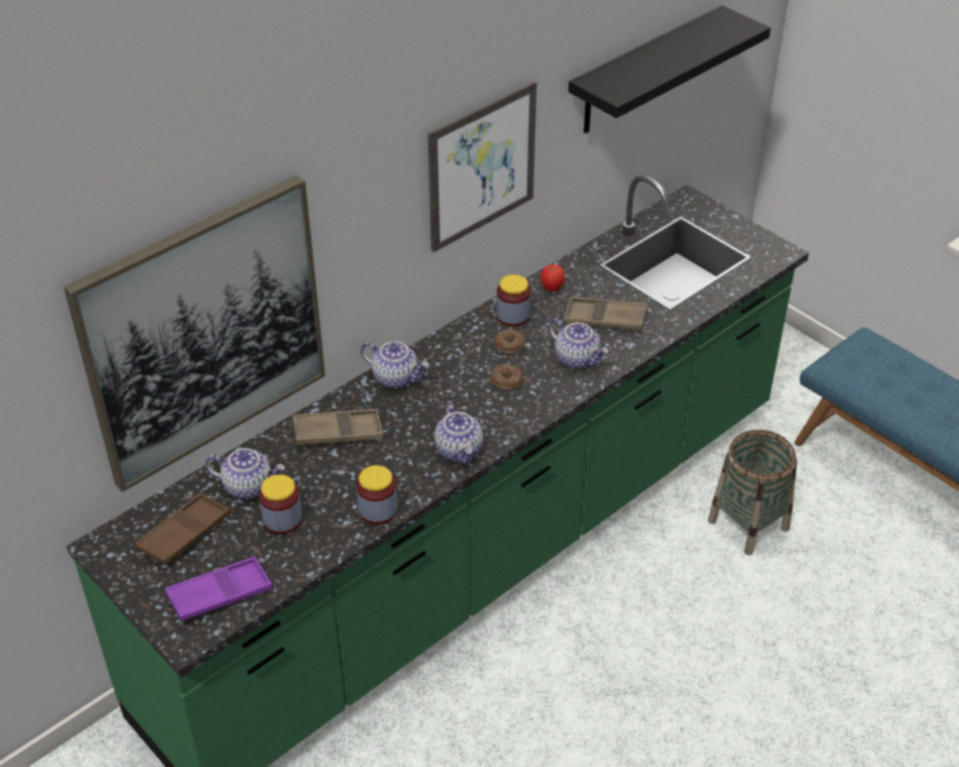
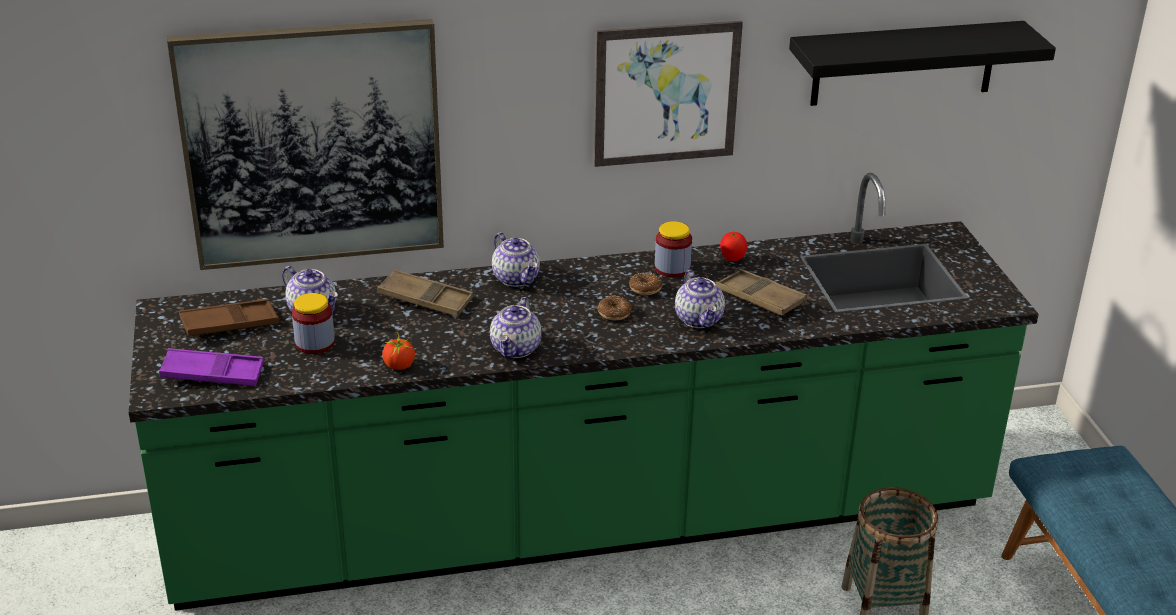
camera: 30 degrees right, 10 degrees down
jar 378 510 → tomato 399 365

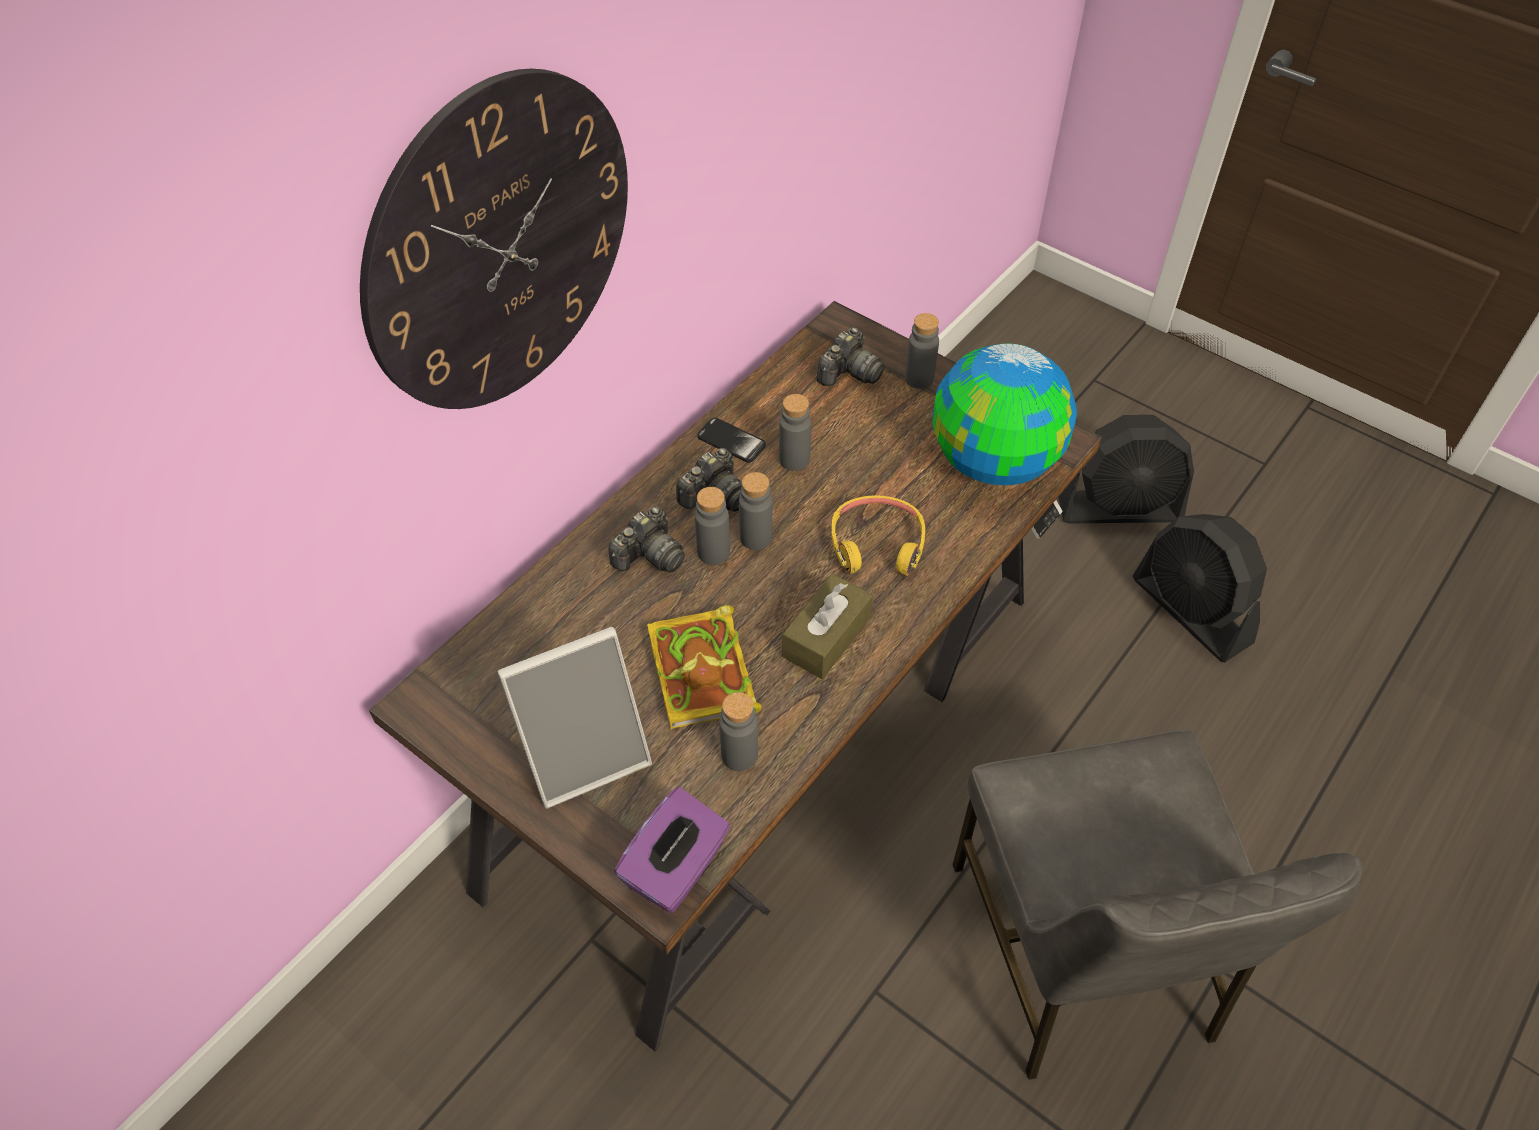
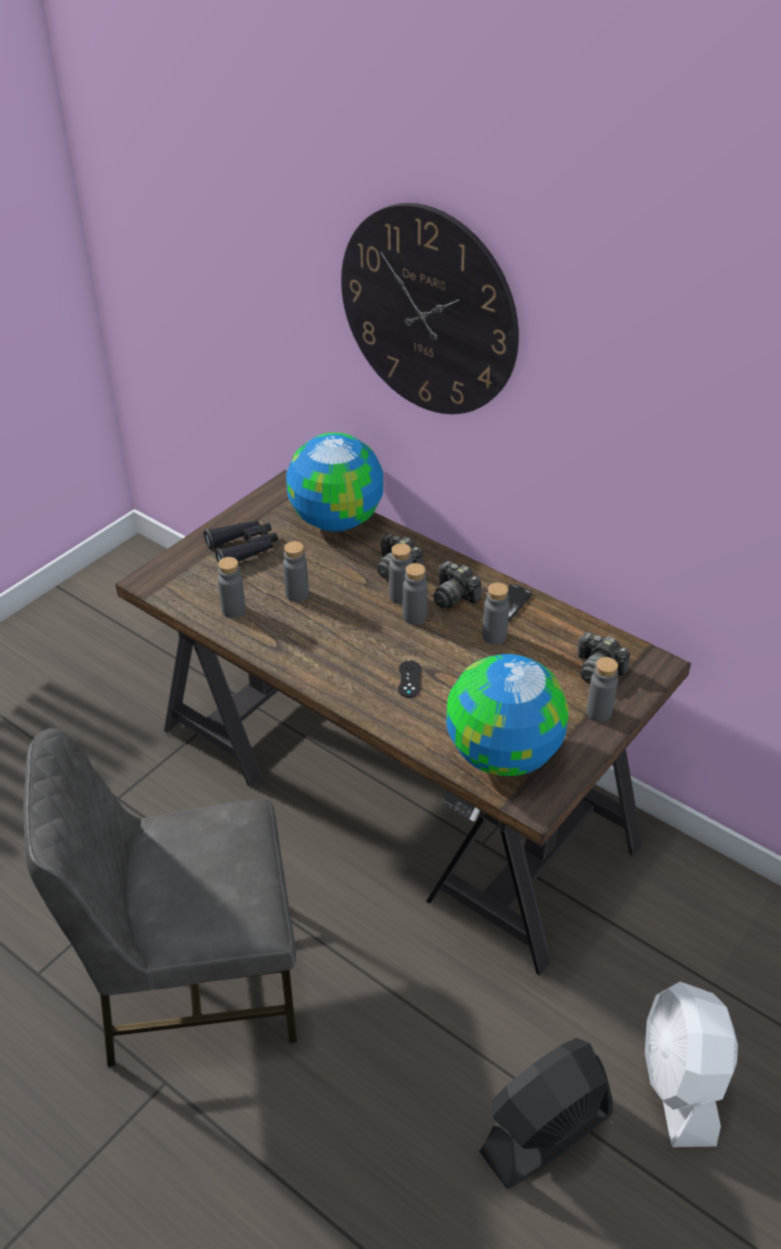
camera: 90 degrees right, 10 degrees down
picture frame 585 753 → black binoculars 243 548
book 704 674 → grey bottle 297 594
- → globe 335 520
yellow headphones 877 544 → black game controller 409 679
black fan 1120 508 → white fan 680 1083
purple tissue box 676 868 → -
brown tissue box 826 637 → -

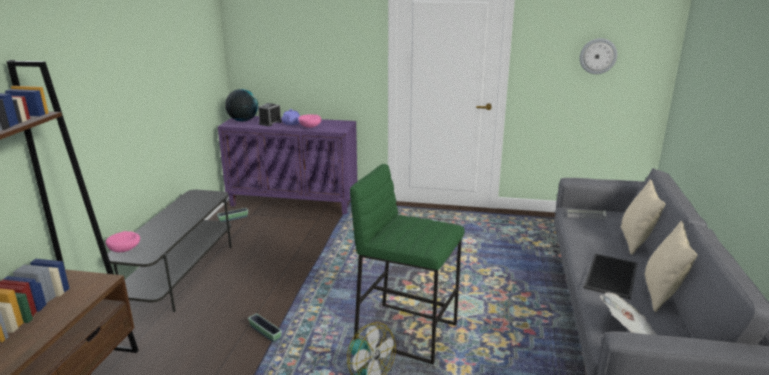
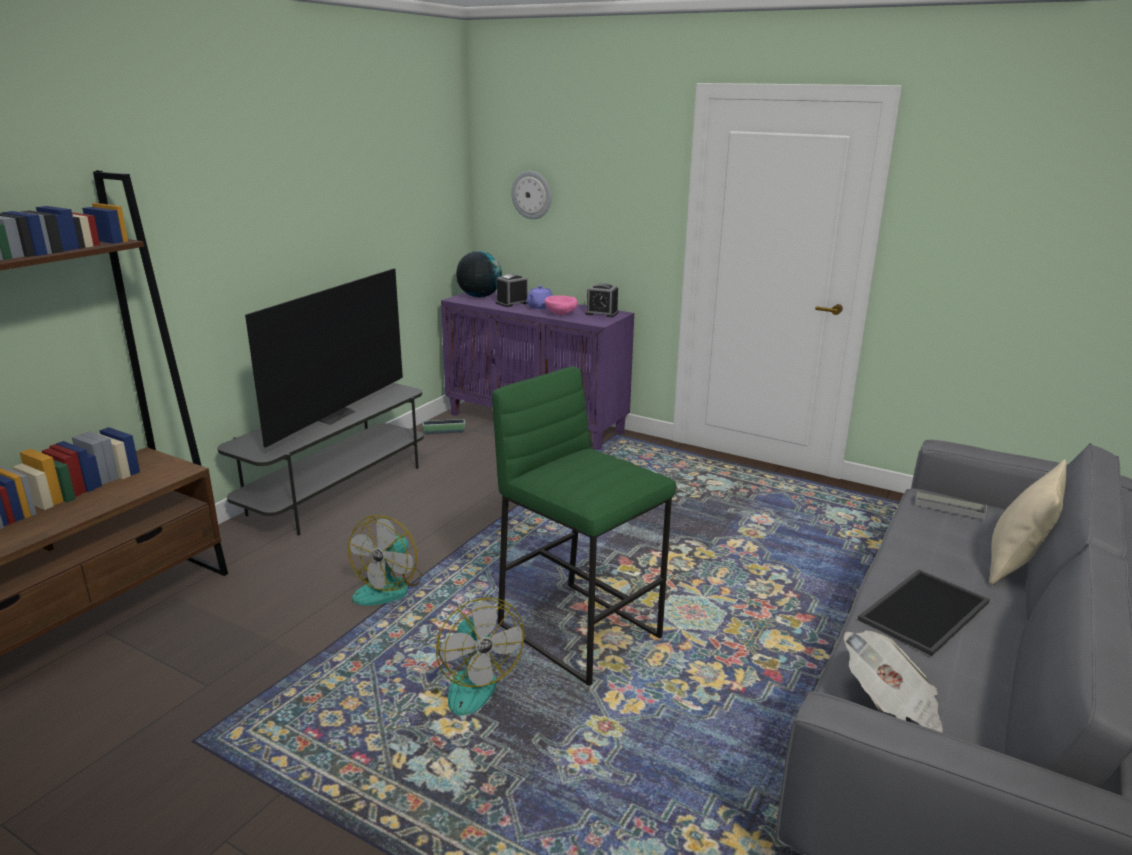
camera: 20 degrees right, 0 degrees up
- → television 332 415
planter 265 333 → fan 389 587
wall clock 598 56 → wall clock 532 195, shifted
- → alarm clock 601 313
pink bowl 125 250 → -
beige pillow 661 294 → -

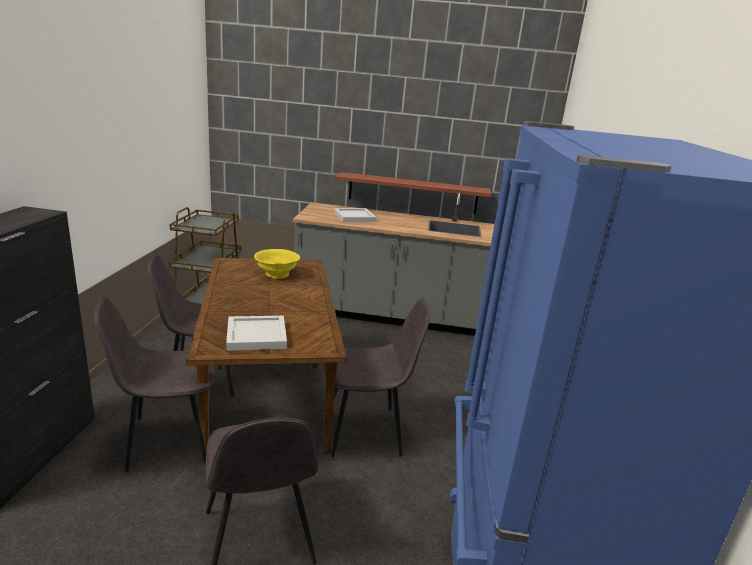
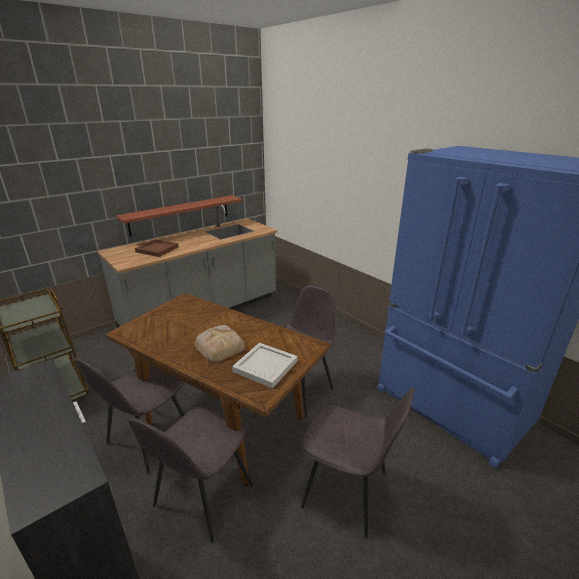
camera: 45 degrees left, 5 degrees up
white tray 355 217 → brown tray 158 249
- → bread 220 346
yellow bowl 276 275 → -

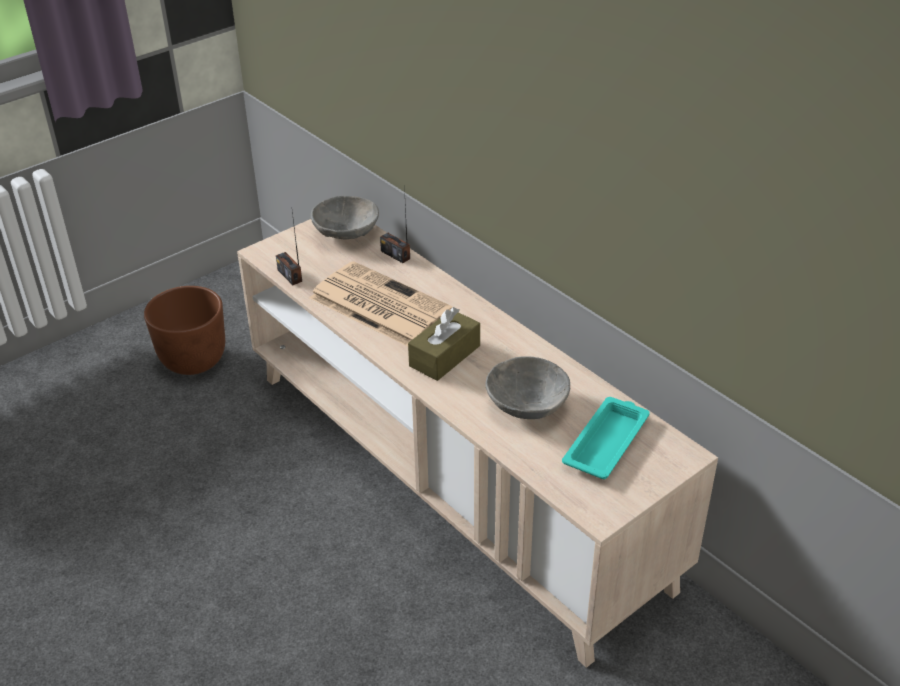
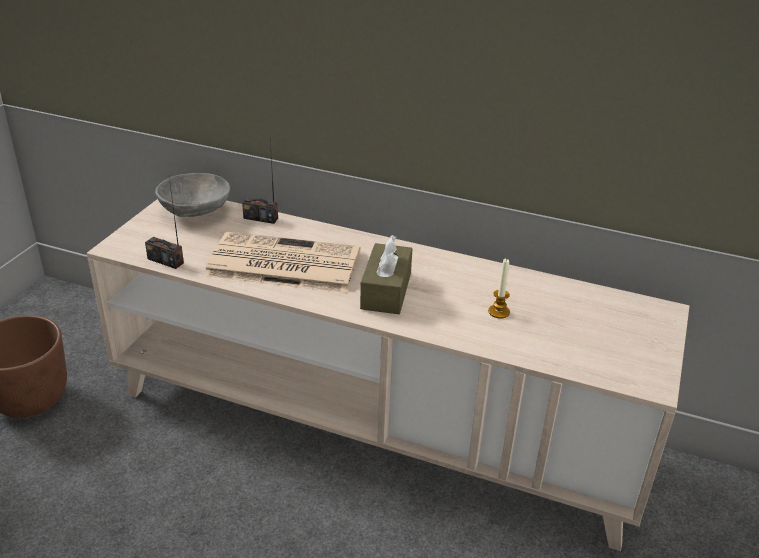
camera: 30 degrees left, 5 degrees down
grey bowl 525 406 → candle 499 312
turquoise tray 607 442 → -

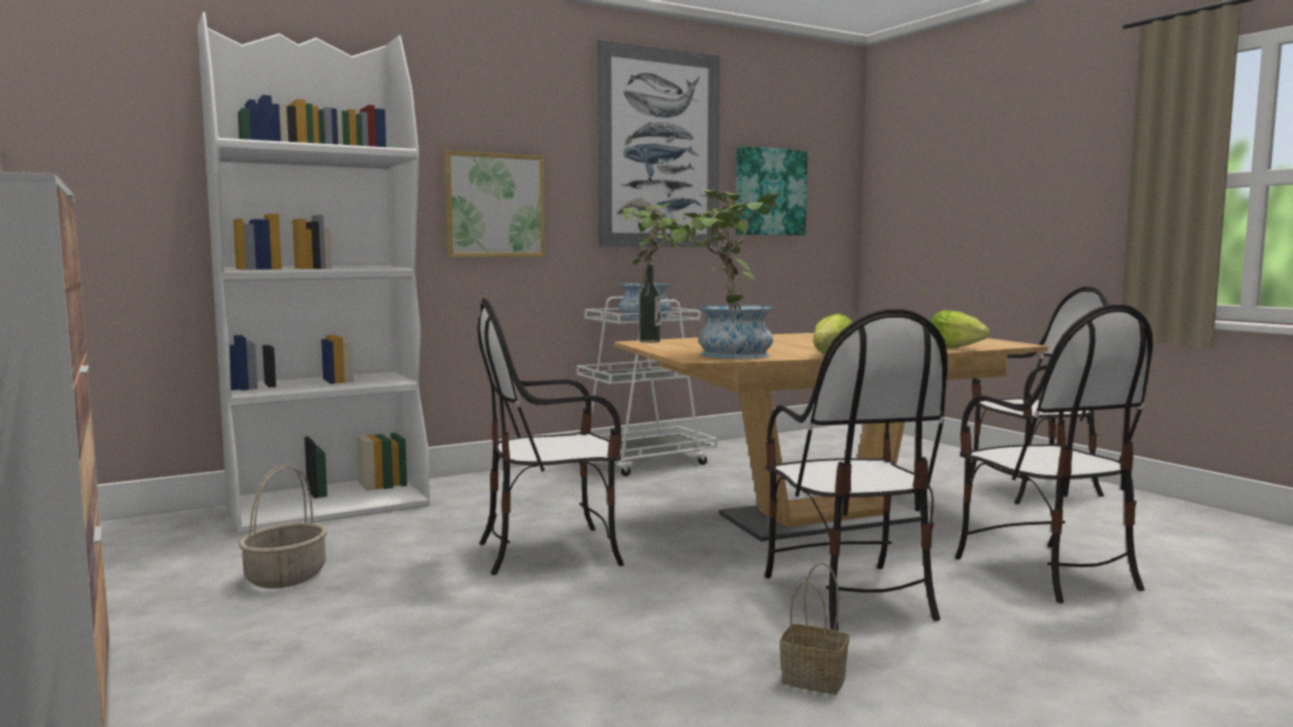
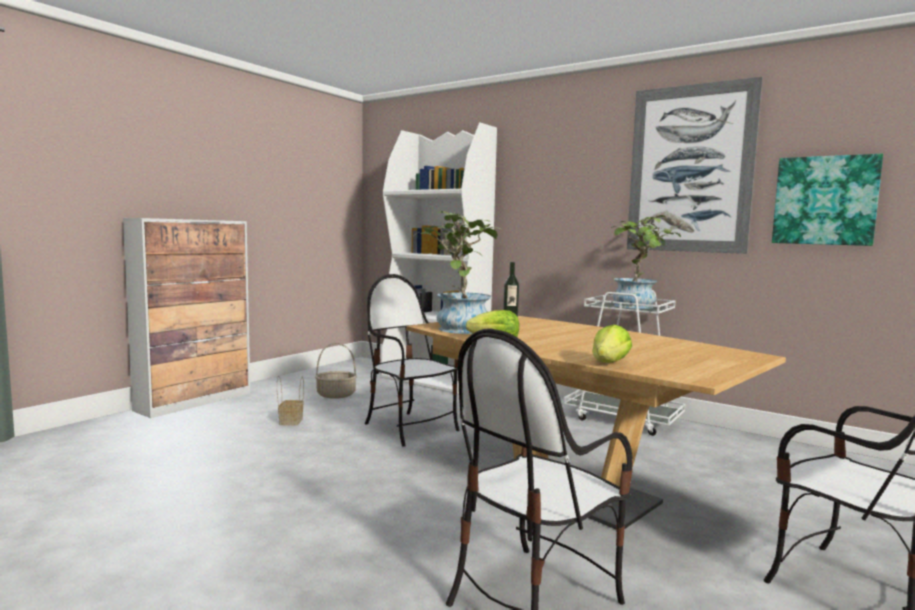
camera: 65 degrees right, 0 degrees up
basket 811 679 → basket 290 421, shifted
picture 495 205 → -
chair 850 595 → -

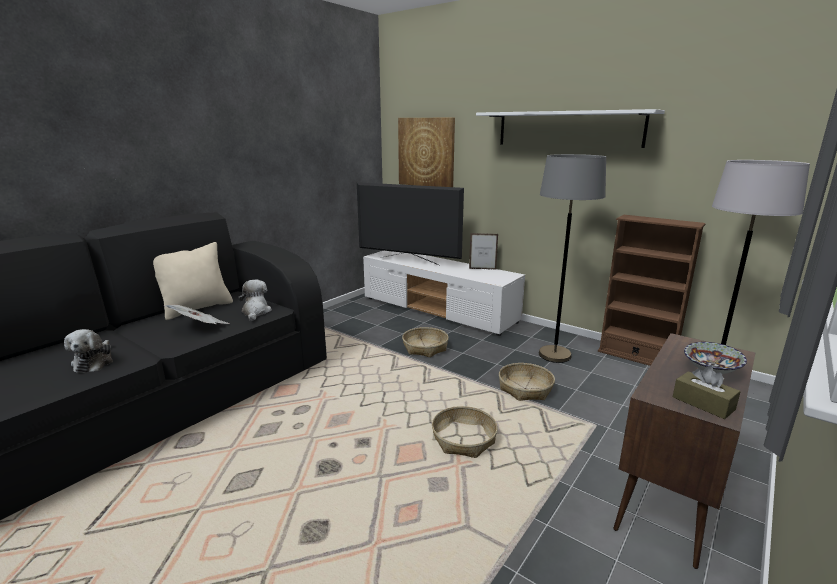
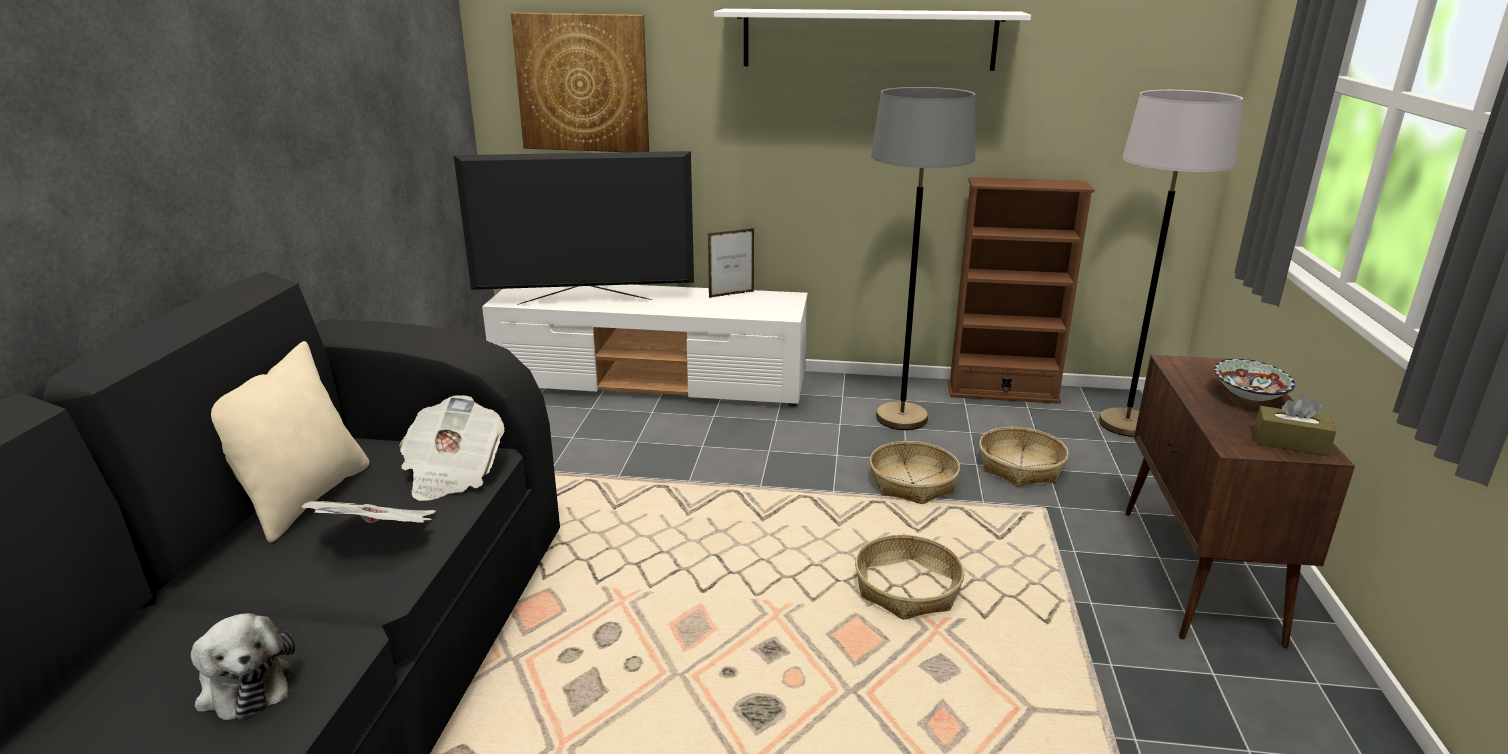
camera: 30 degrees left, 5 degrees up
plush toy 255 312 → newspaper 452 473
basket 425 348 → basket 1020 467, shifted

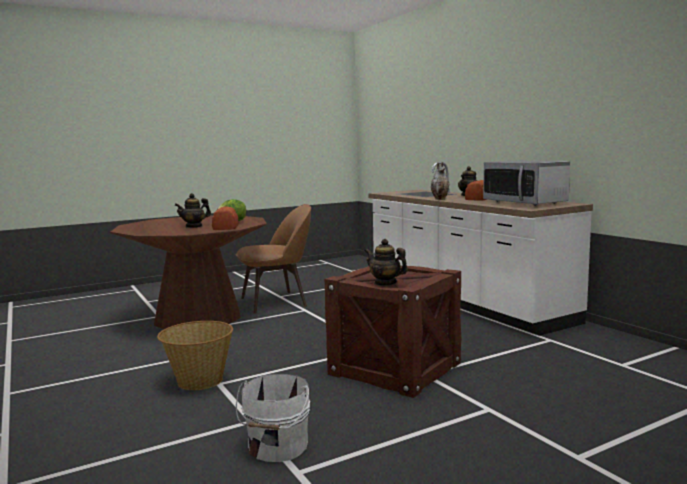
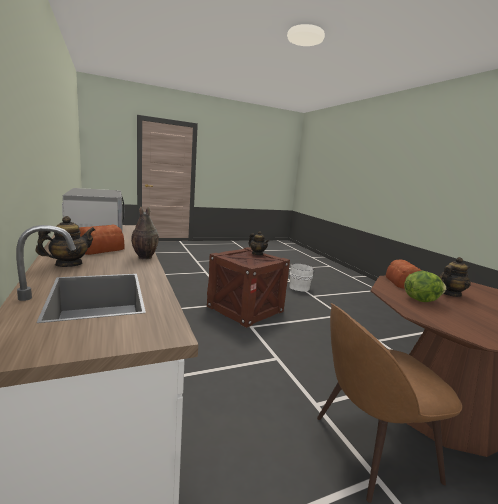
camera: 175 degrees left, 5 degrees up
basket 199 381 → -

